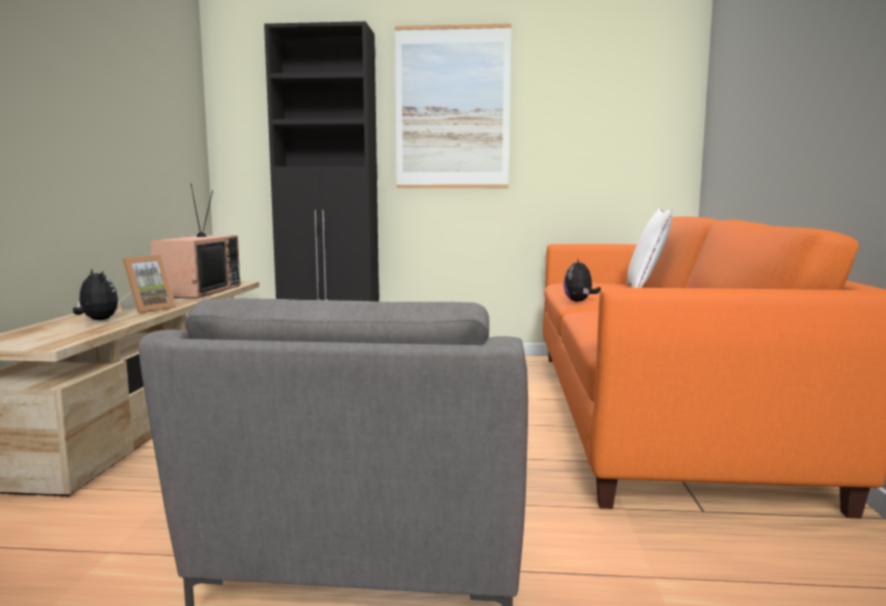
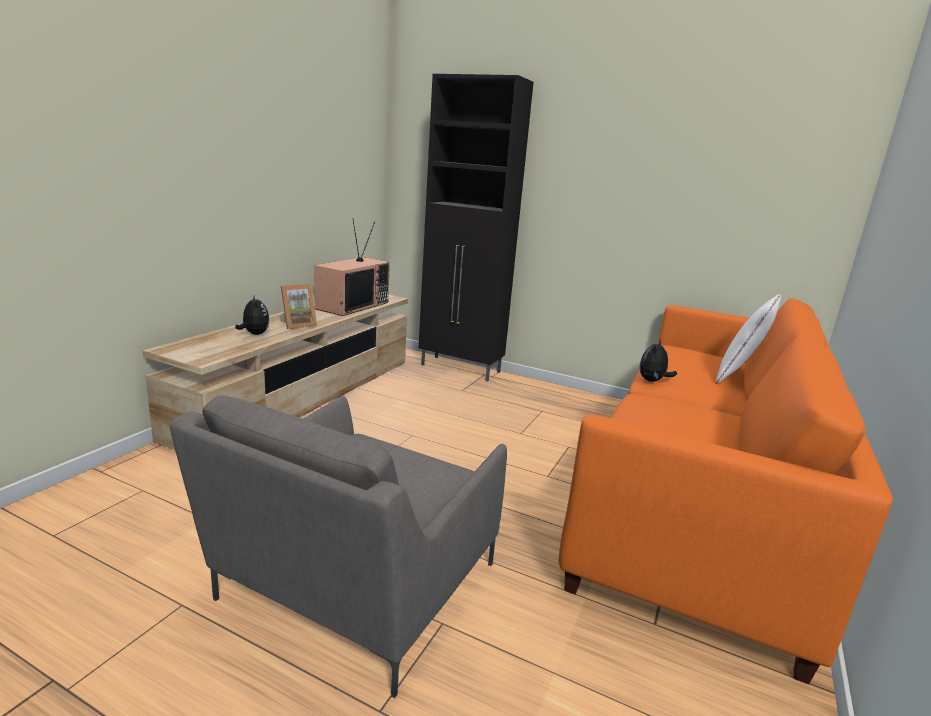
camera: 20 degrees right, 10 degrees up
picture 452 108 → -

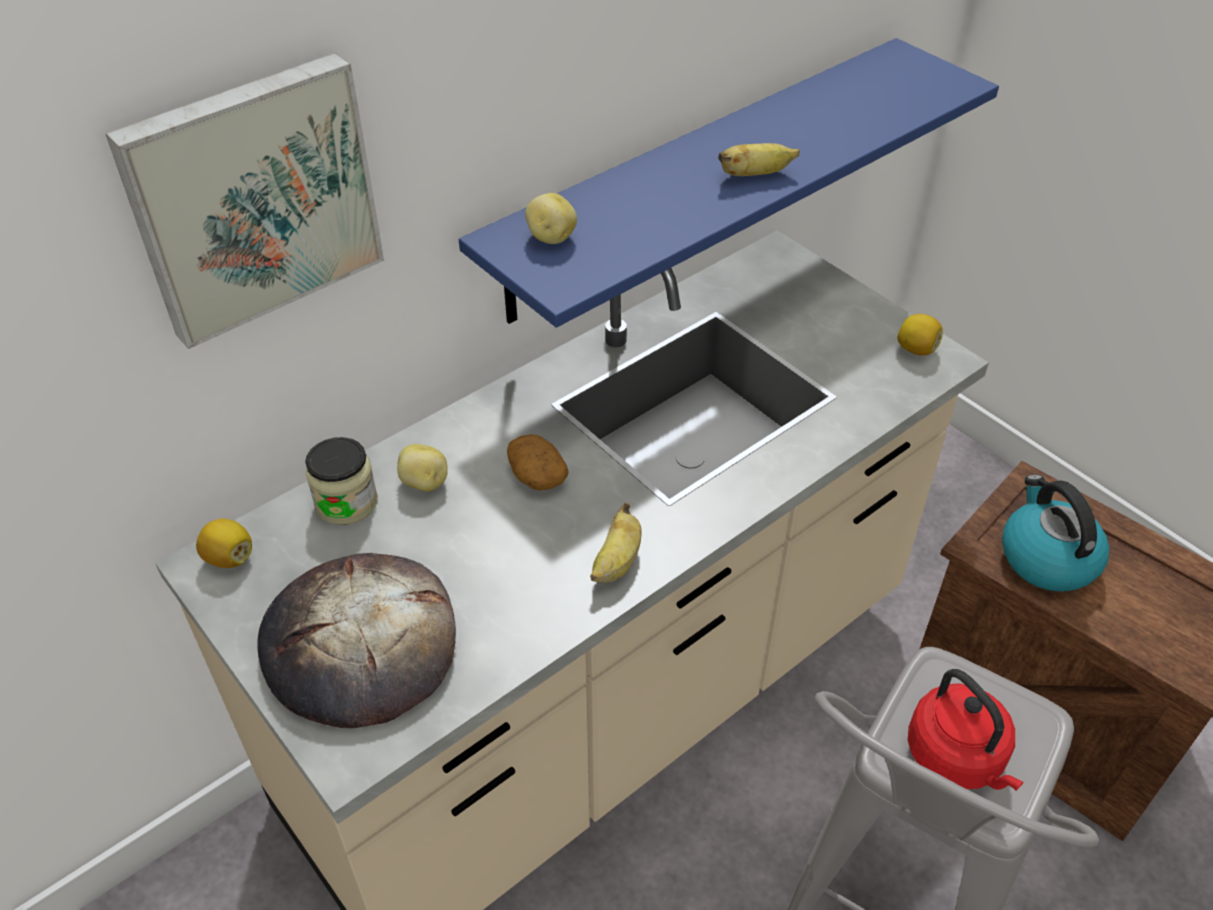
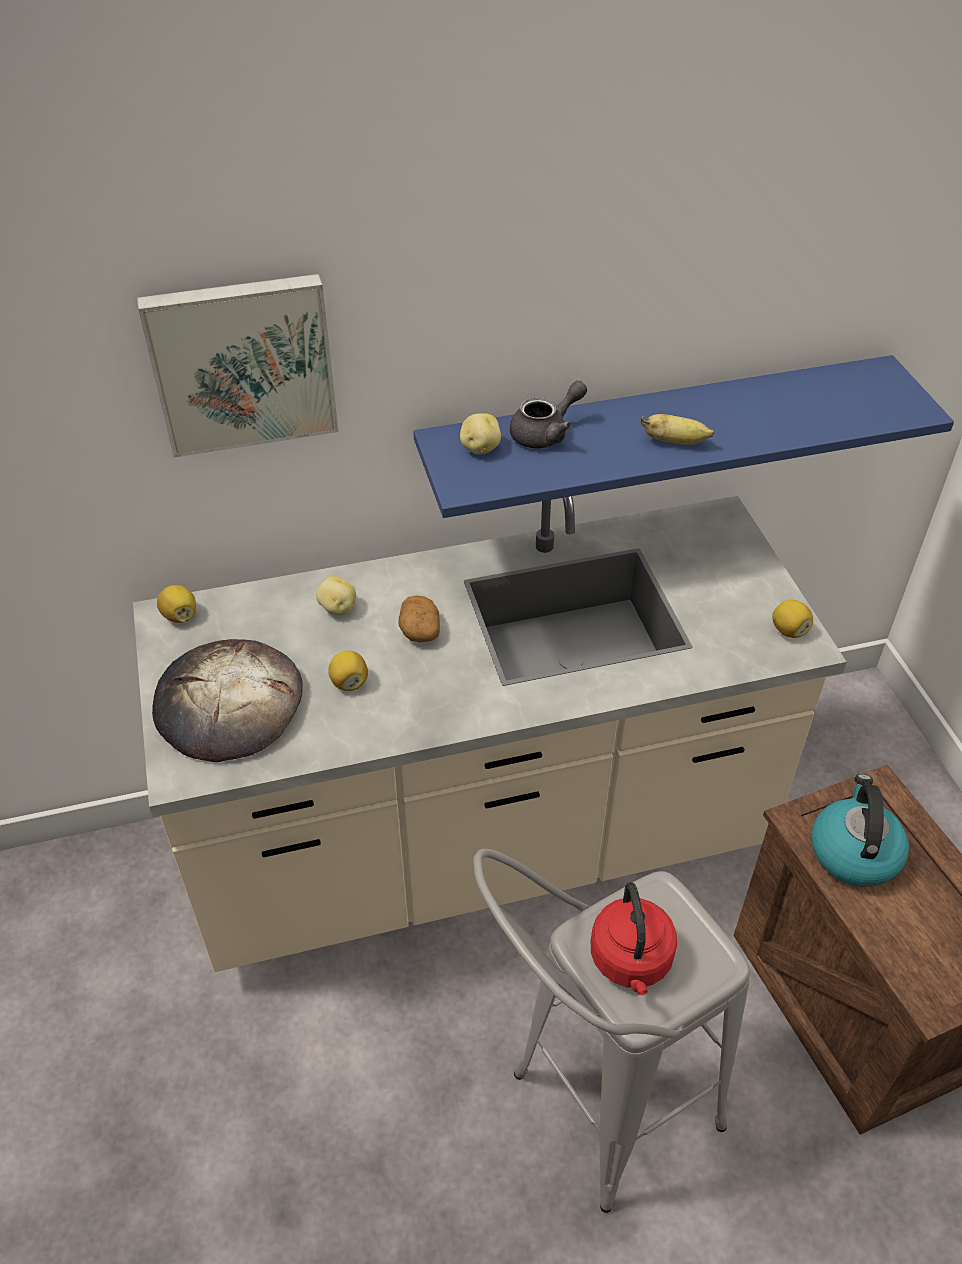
camera: 25 degrees right, 0 degrees up
- → lemon 349 682
- → grey teapot 546 433
jar 346 502 → -
banana 616 563 → -

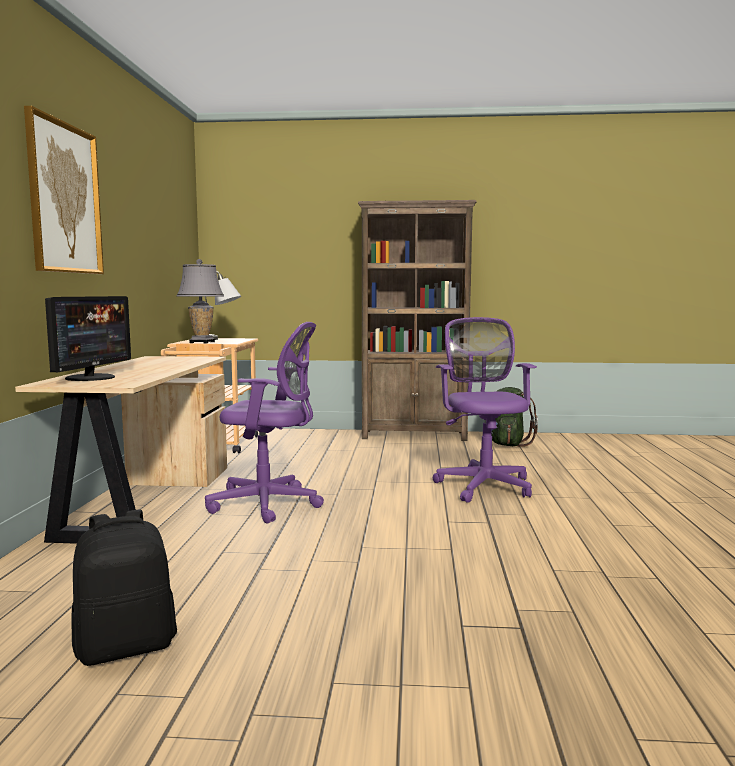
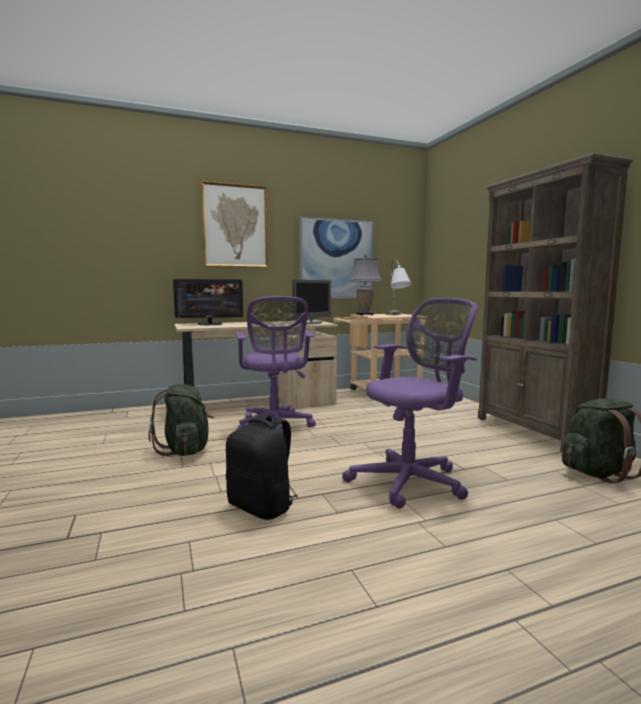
camera: 65 degrees right, 0 degrees up
- → green backpack 185 450
black backpack 126 647 → black backpack 262 507, shifted
- → monitor 312 323
- → picture 336 259

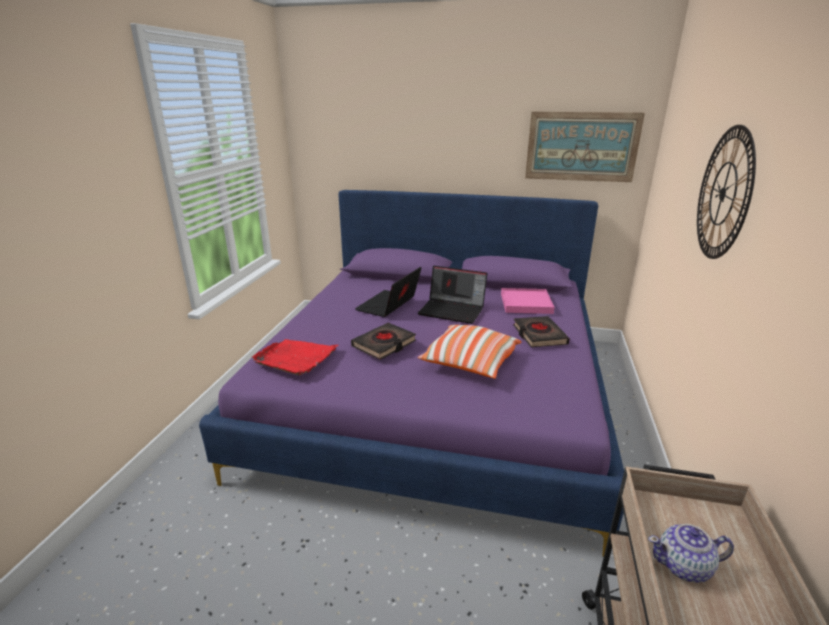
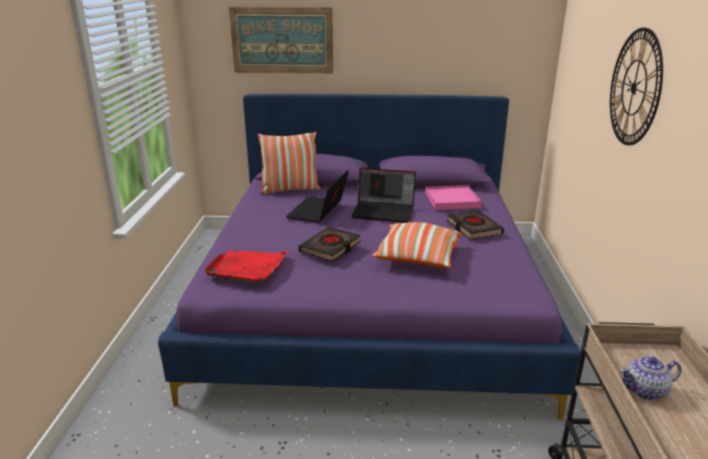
camera: 10 degrees left, 0 degrees up
picture 581 146 → picture 282 40, shifted
- → pillow 290 190

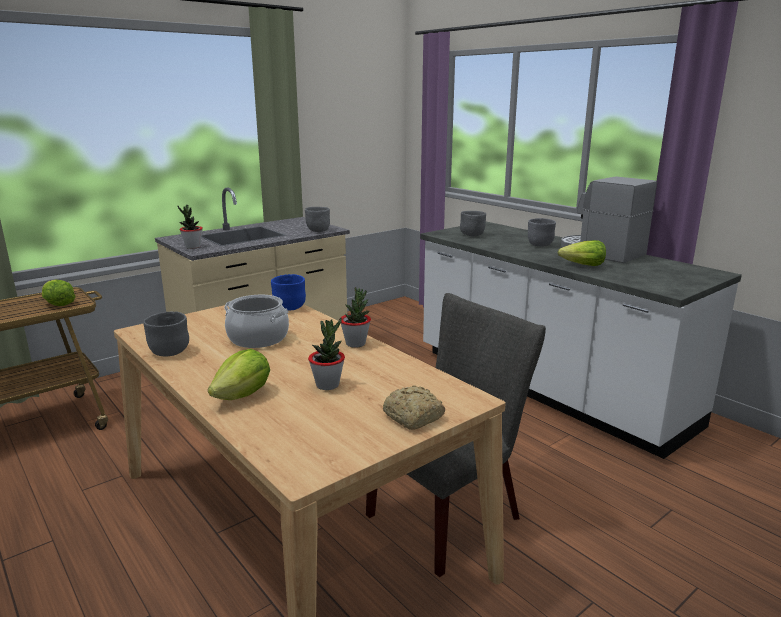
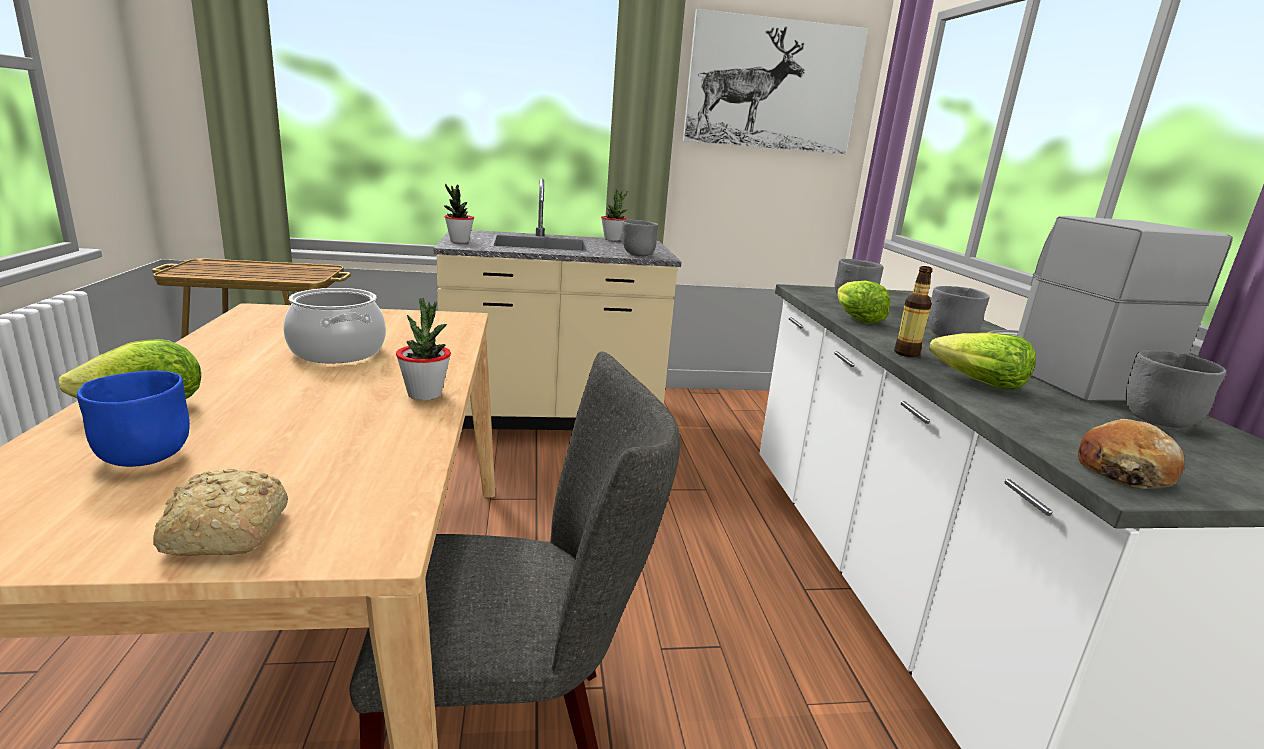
camera: 30 degrees right, 0 degrees up
blue bowl 289 308 → blue bowl 144 456, shifted
potted plant 327 385 → potted plant 612 239, shifted
- → picture 773 85
lettuce 58 303 → lettuce 855 319, shifted
- → bottle 906 353
- → bread 1123 471
grey bowl 169 352 → grey bowl 1156 420, shifted

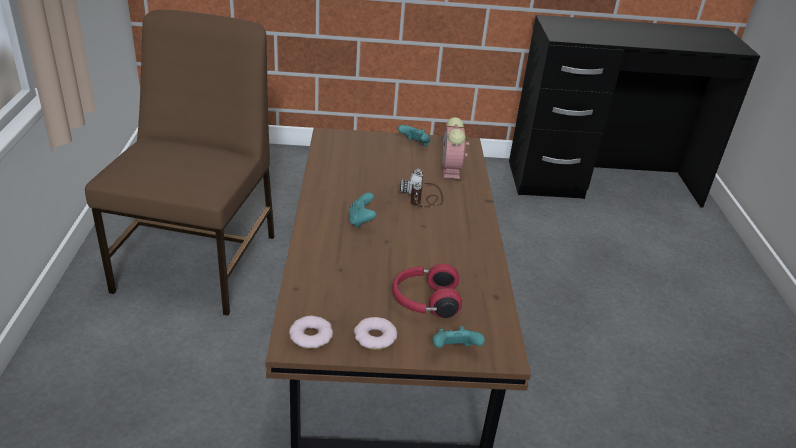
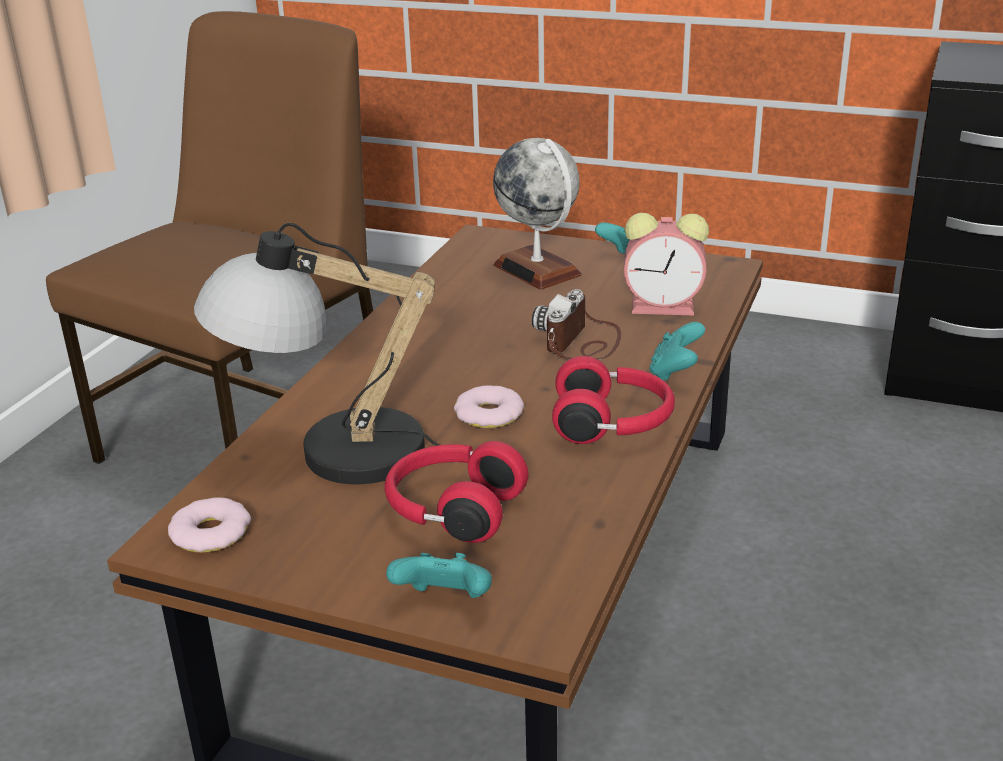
camera: 25 degrees right, 5 degrees down
- → table lamp 329 451
donut 375 337 → donut 489 414, shifted
- → globe 537 270
- → red headphones 613 424
alarm clock 451 171 → alarm clock 665 307, 105 degrees counterclockwise
turquoise game controller 361 221 → turquoise game controller 675 373, shifted

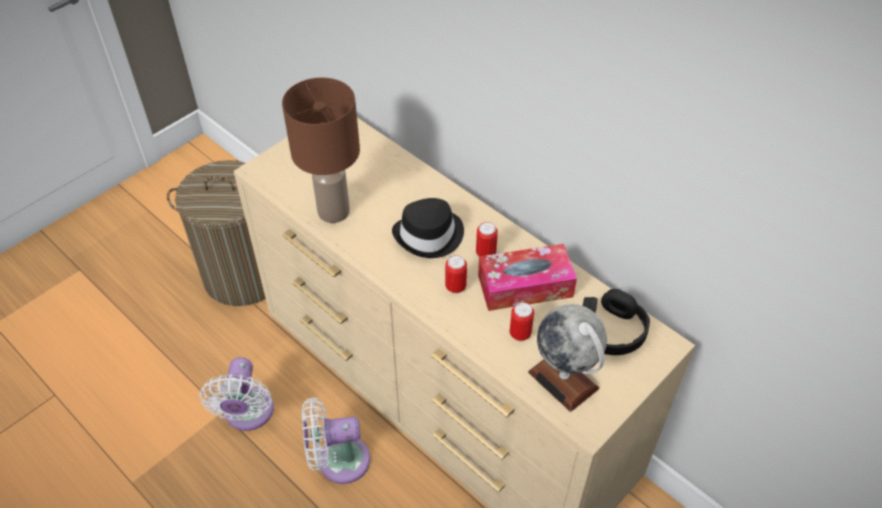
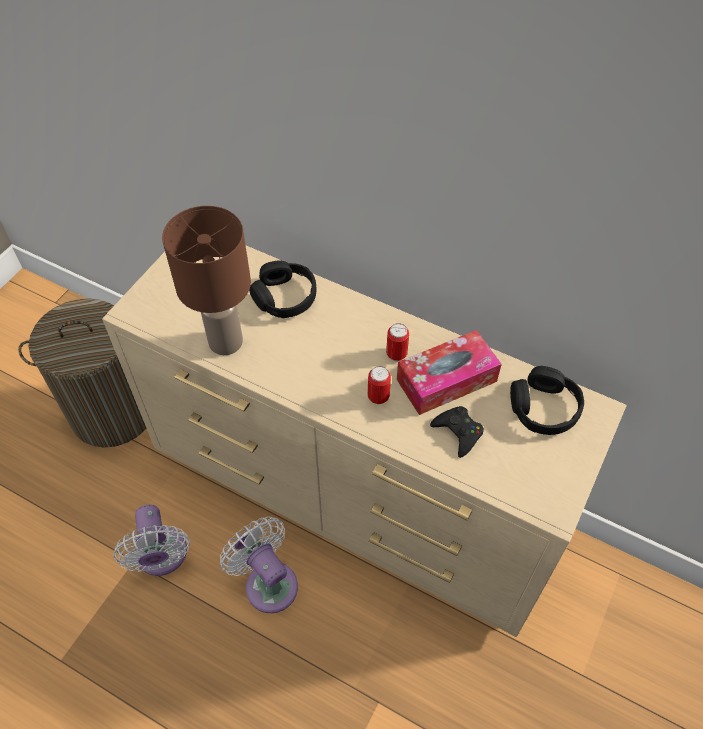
camera: 15 degrees left, 5 degrees up
white fan 338 461 → white fan 268 582, 75 degrees clockwise
- → black headphones 284 297
can 520 334 → black game controller 458 432
black hat 429 236 → -
globe 563 380 → -

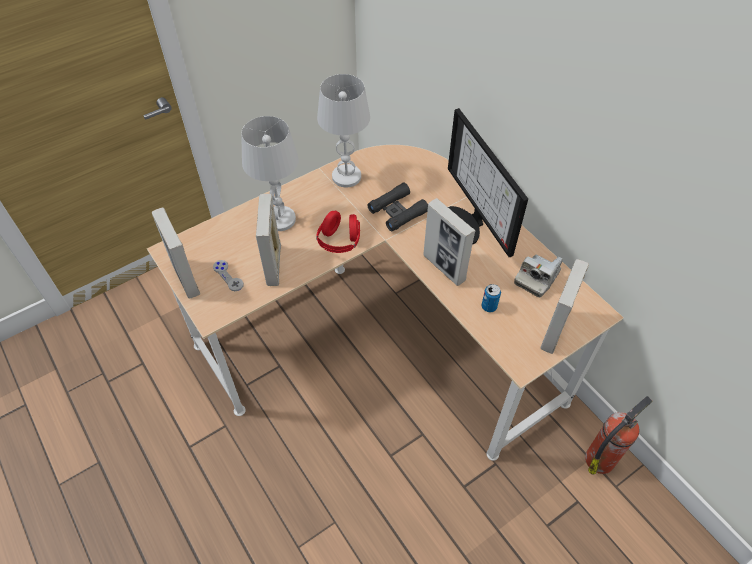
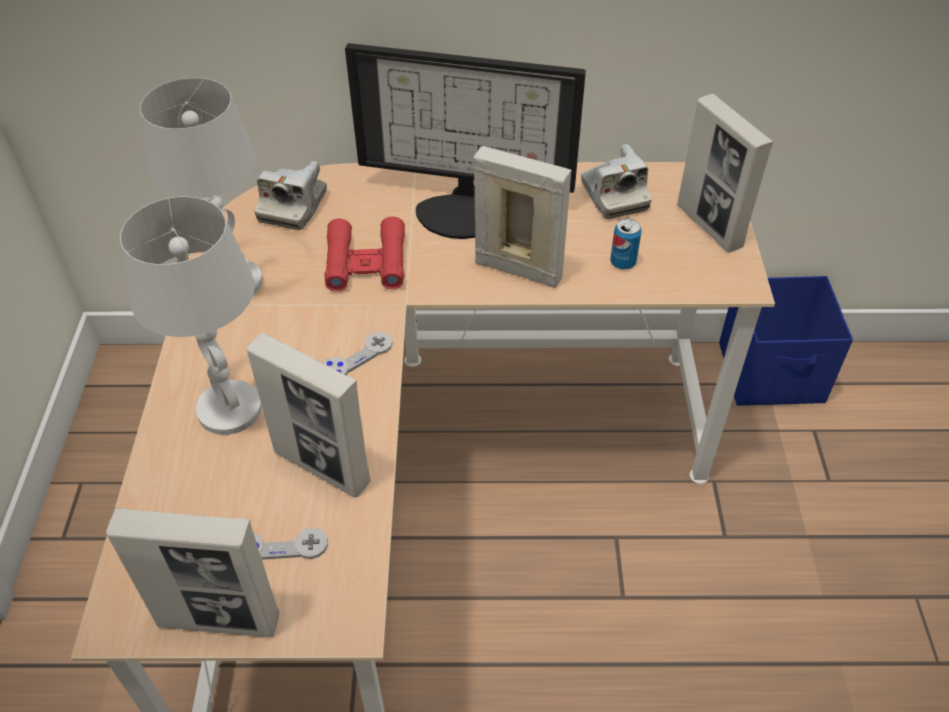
camera: 55 degrees left, 5 degrees down
- → photo camera 293 207
red headphones 339 242 → grey game controller 356 357
black binoculars 397 211 → red binoculars 366 263
picture frame 444 268 → picture frame 518 270, 150 degrees counterclockwise
fire extinguisher 601 458 → blue storage box 772 373

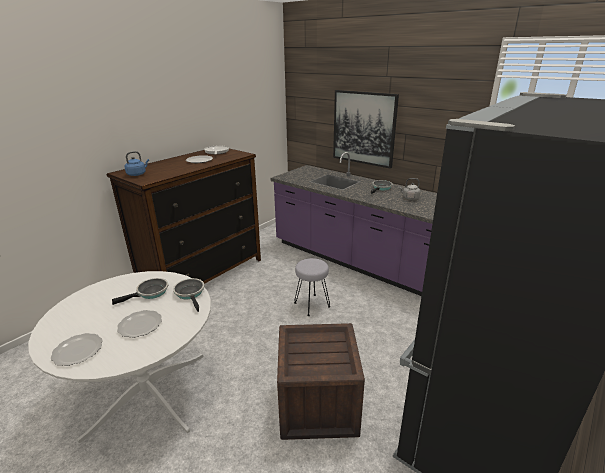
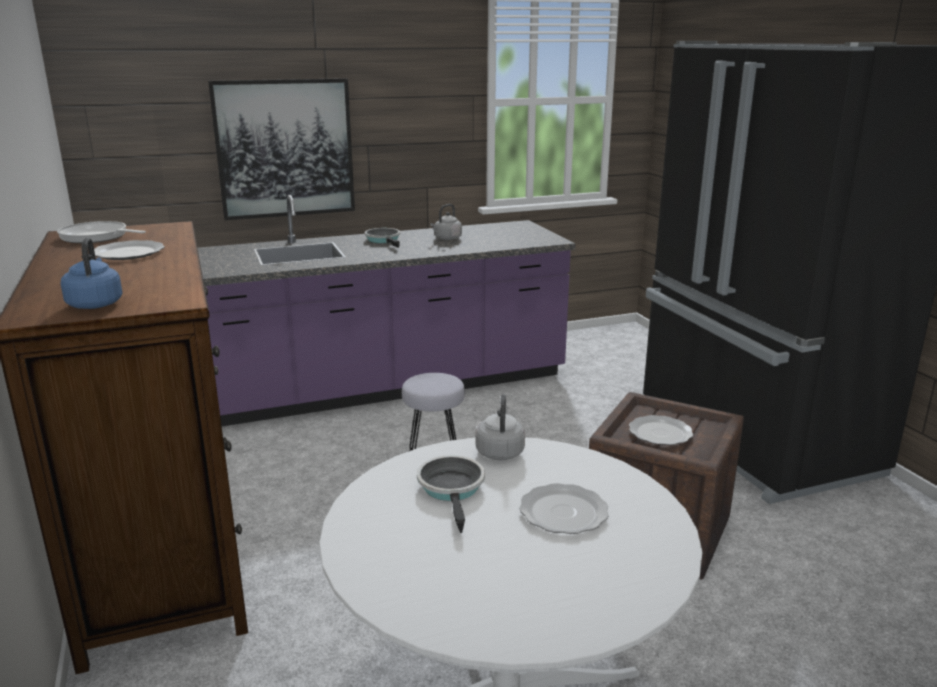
camera: 60 degrees left, 5 degrees down
frying pan 190 293 → grey kettle 500 451
plate 77 350 → plate 659 433, shifted

